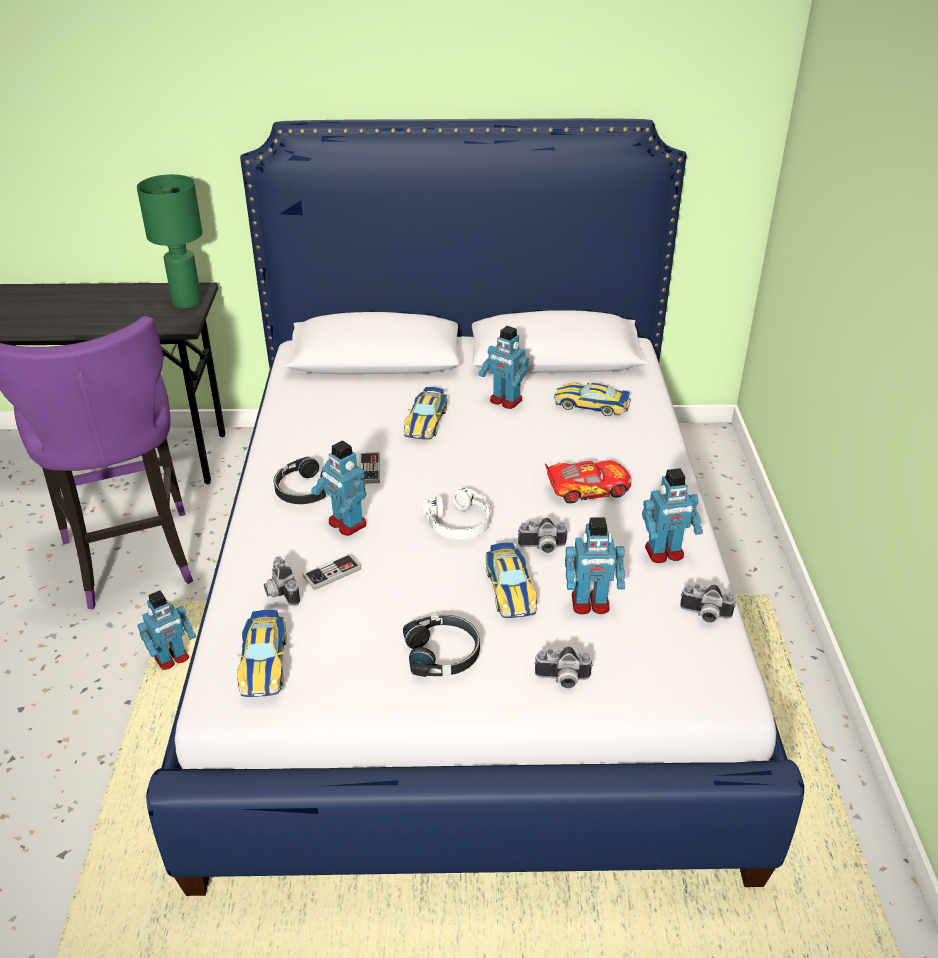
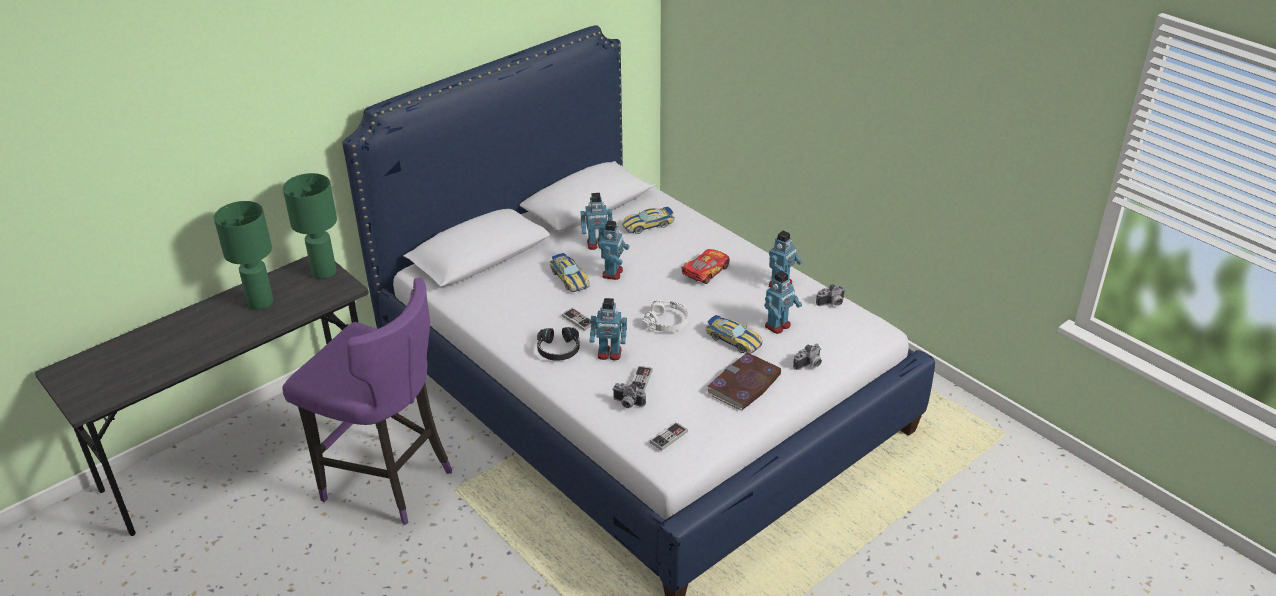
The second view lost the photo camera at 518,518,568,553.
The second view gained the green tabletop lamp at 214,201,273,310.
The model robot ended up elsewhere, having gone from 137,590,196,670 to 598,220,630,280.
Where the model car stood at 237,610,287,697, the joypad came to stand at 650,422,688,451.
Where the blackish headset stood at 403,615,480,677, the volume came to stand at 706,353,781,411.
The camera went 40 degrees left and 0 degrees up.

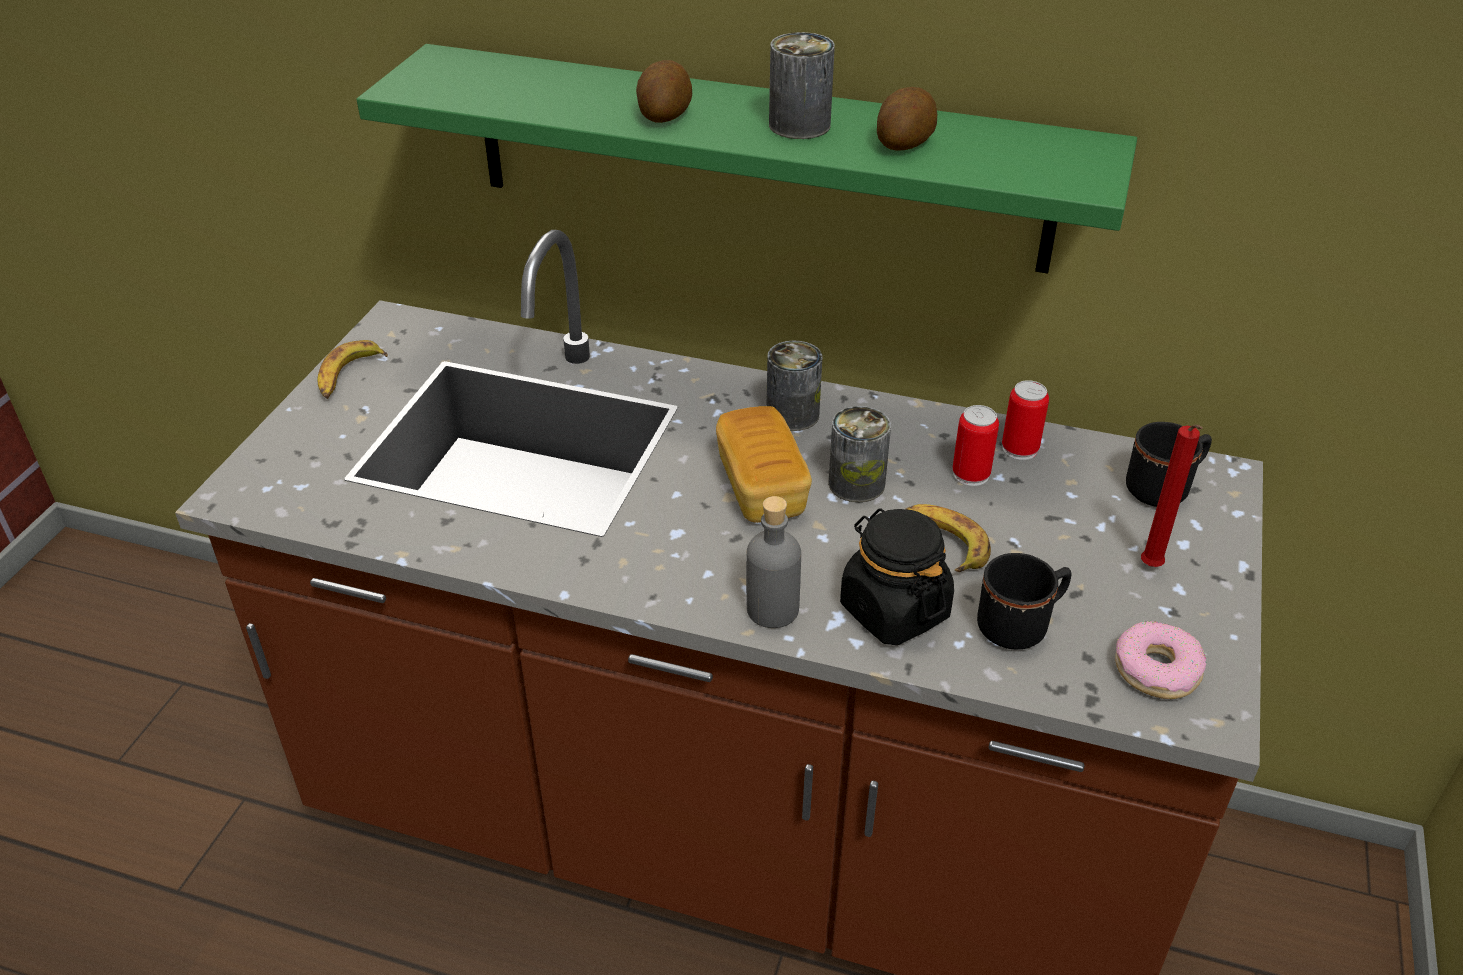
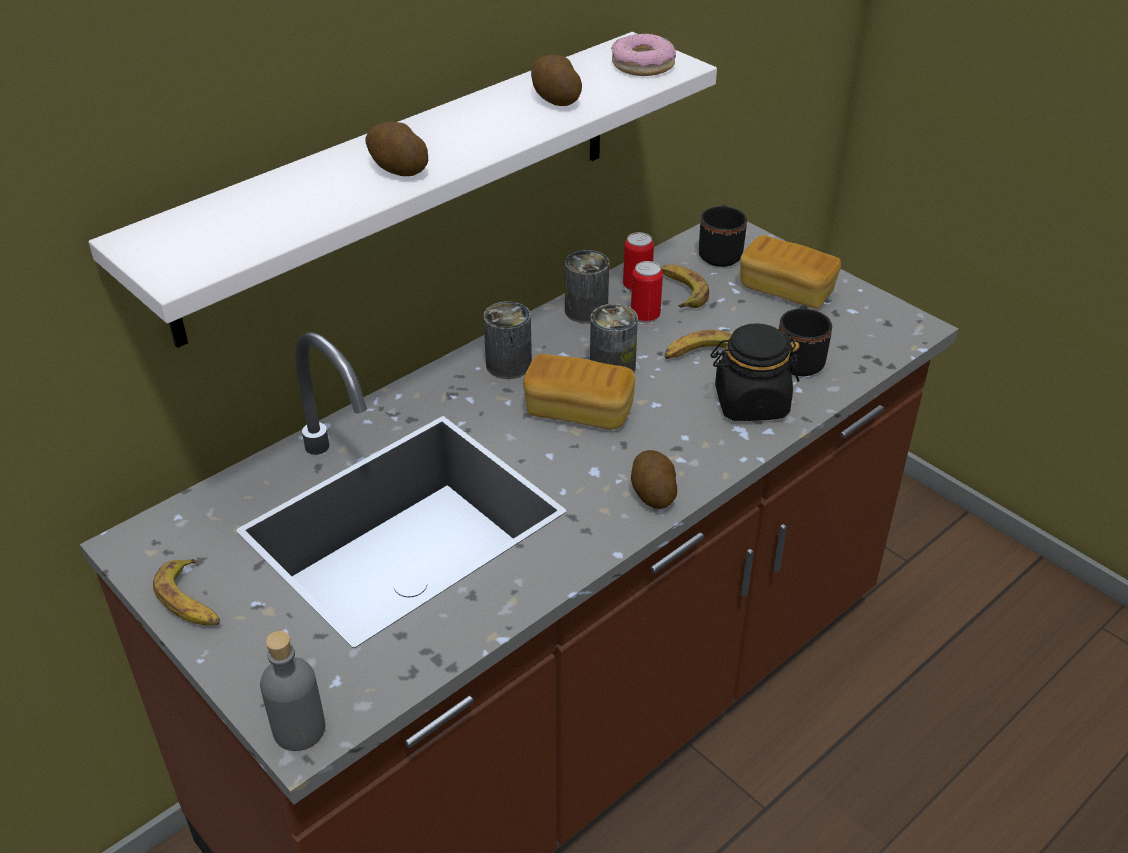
The second view gained the spud at 631,450,677,509.
The second view gained the banana at 660,265,709,308.
The grey drink bottle ended up elsewhere, having gone from 746,496,801,628 to 260,631,325,751.
The can ended up elsewhere, having gone from 769,32,835,139 to 565,250,609,324.
The doughnut ended up elsewhere, having gone from 1115,621,1206,699 to 611,33,676,76.
Where the red candle stood at 1141,425,1203,567, the bread came to stand at 740,235,841,309.
What was the green bracket shelf at 357,44,1137,274 turned into the whitish bracket shelf at 88,32,717,348.
The camera went 60 degrees left and 0 degrees up.

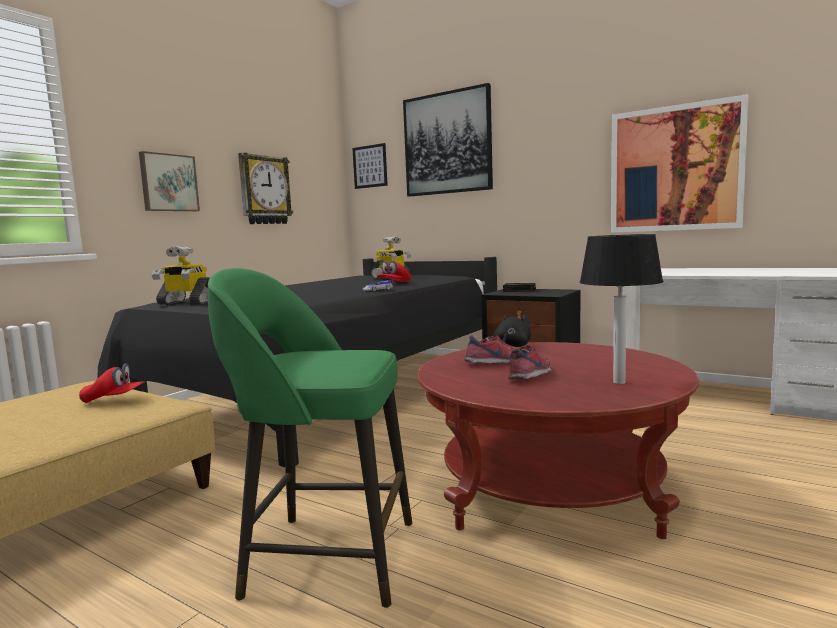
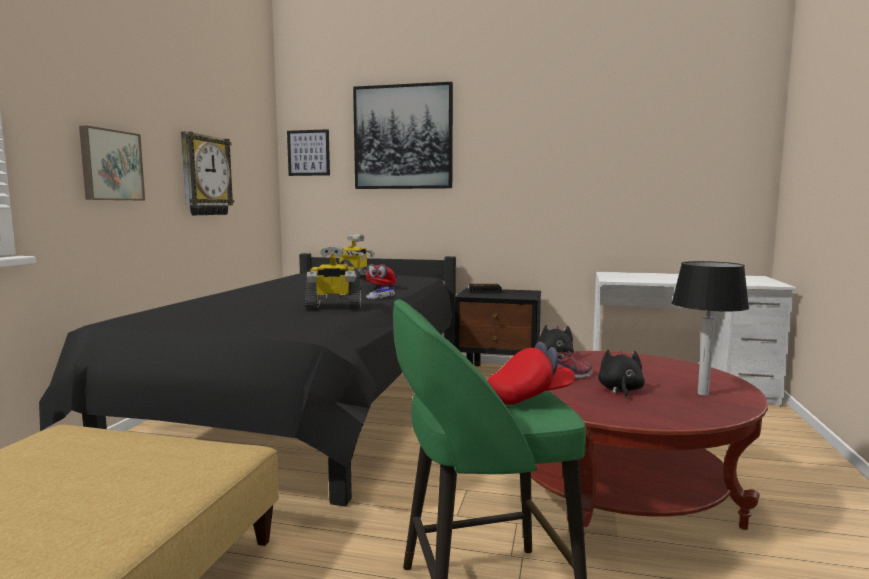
The second view lost the picture at 611,94,748,233.
The red peaked cap ended up elsewhere, having gone from 79,363,145,403 to 488,342,575,405.
The model robot ended up elsewhere, having gone from 151,246,210,305 to 305,246,361,309.
Where the low shoe stood at 508,345,552,379, the blackish plush toy came to stand at 598,350,645,398.
The camera went 20 degrees left and 0 degrees up.

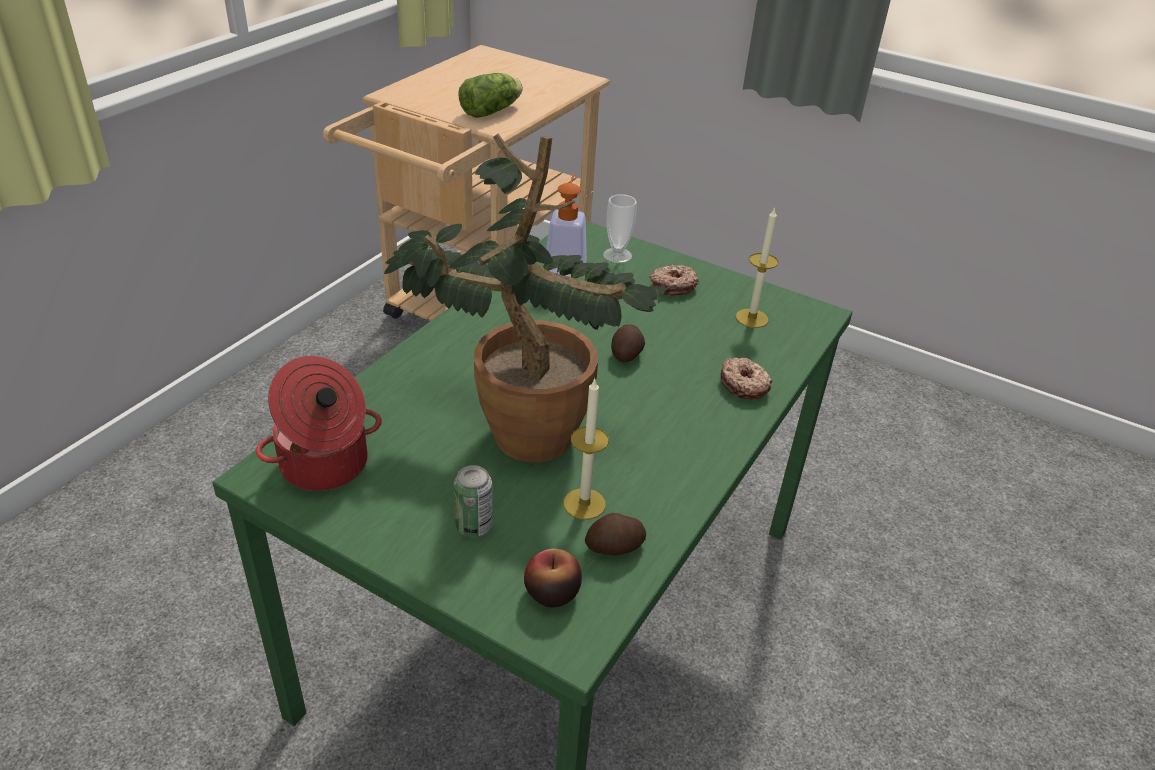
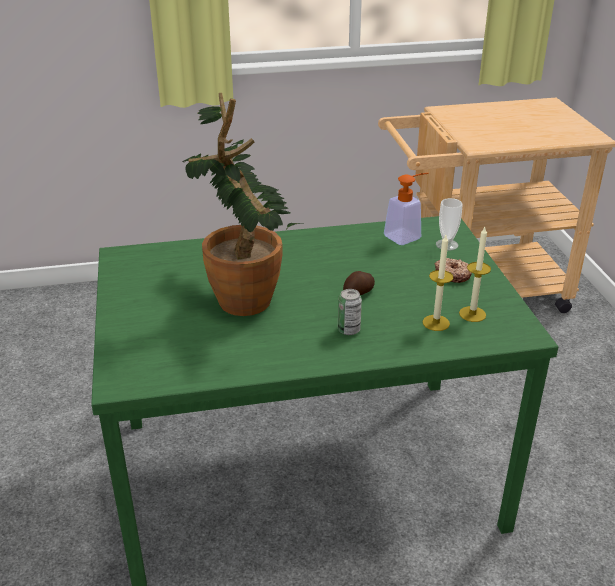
The second view lost the saucepot at 256,356,381,491.
The second view lost the lettuce head at 458,73,523,118.
The second view lost the whole apple at 524,548,582,608.
The second view lost the spud at 585,513,646,556.
The second view lost the doughnut at 721,357,772,400.
The can ended up elsewhere, having gone from 454,465,492,537 to 338,289,362,335.
The candle ended up elsewhere, having gone from 564,377,609,520 to 423,235,453,331.
The camera went 50 degrees right and 5 degrees down.

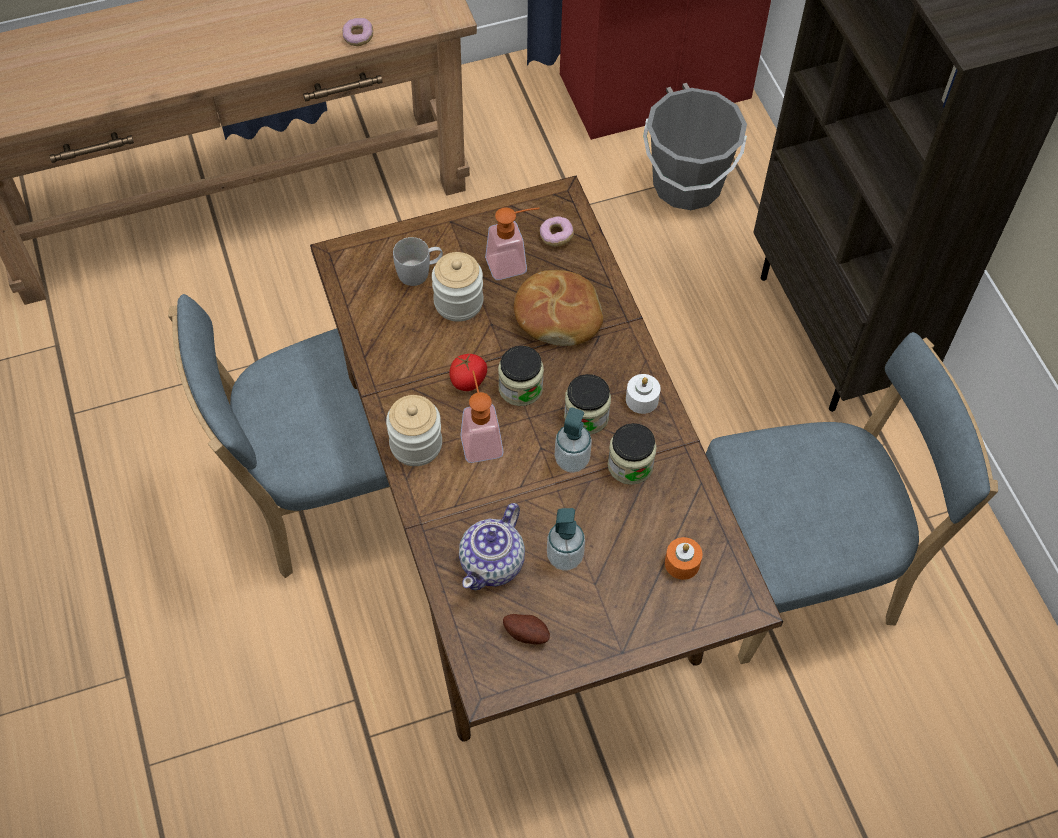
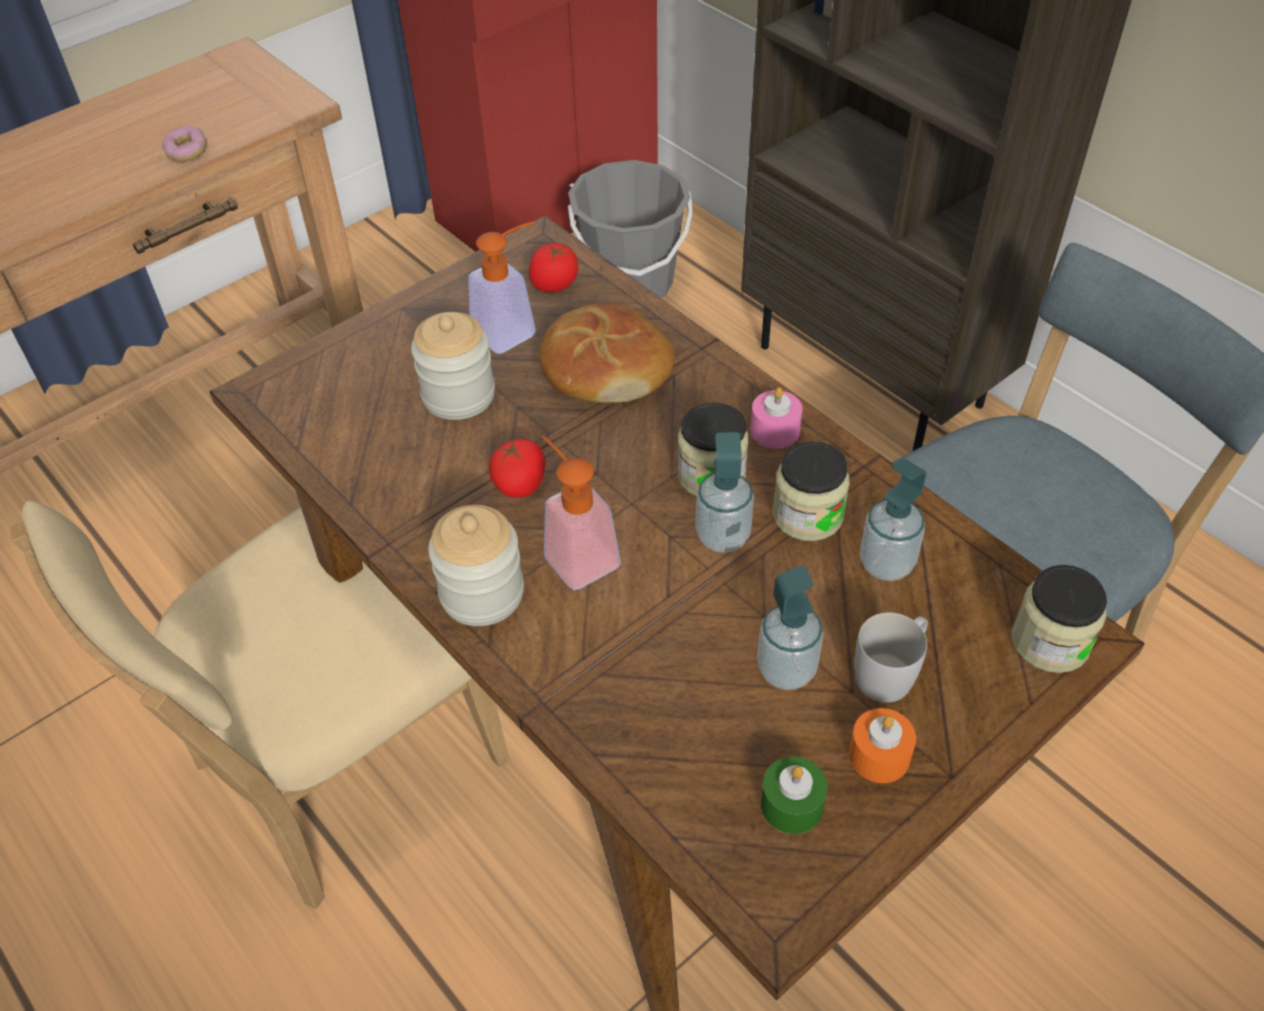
The second view lost the pot for tea at 459,503,525,590.
The second view gained the soap bottle at 860,459,926,581.
The whitish mug ended up elsewhere, having gone from 393,237,443,286 to 855,612,928,703.
The jar ended up elsewhere, having gone from 498,346,544,406 to 1012,565,1107,673.
The orangey candle ended up elsewhere, having gone from 665,537,703,580 to 849,708,916,783.
Where the spud stood at 503,614,550,644, the green candle came to stand at 761,757,828,834.
Where the doughnut stood at 540,216,574,247, the tomato came to stand at 529,243,578,292.
What was the blue chair at 168,294,390,578 turned into the beige chair at 10,500,509,909.
What was the whitish candle at 626,374,661,414 turned into the pink-coloured candle at 750,387,802,449.
The camera went 20 degrees left and 10 degrees down.

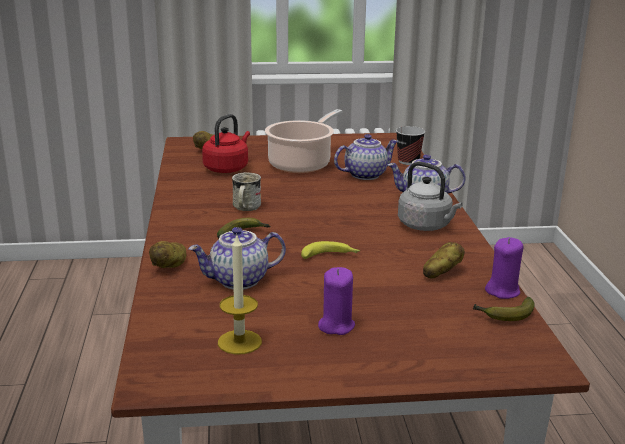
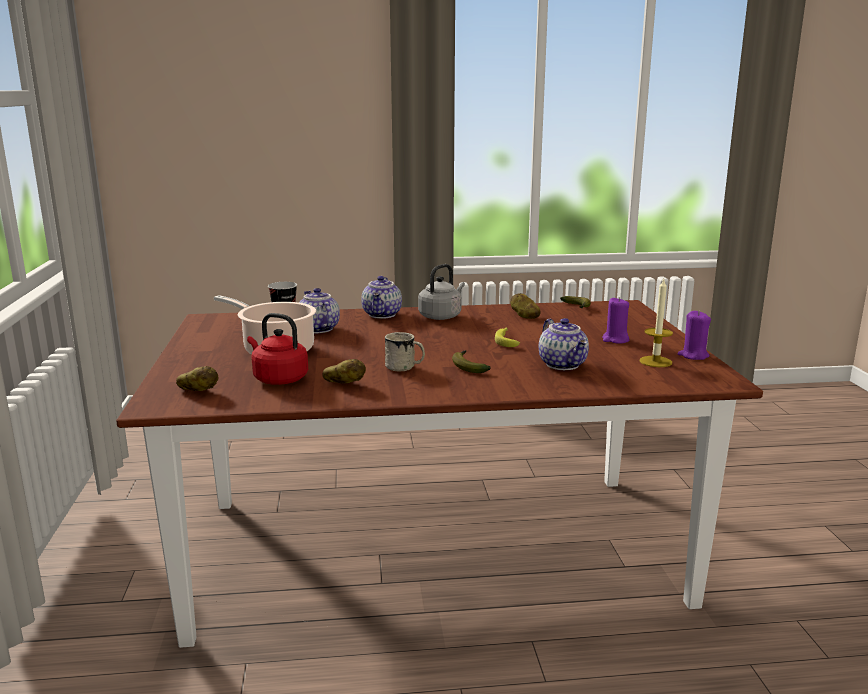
The spud ended up elsewhere, having gone from 149,241,186,268 to 323,359,366,384.
The purple candle ended up elsewhere, having gone from 485,237,523,299 to 678,311,711,360.
The camera went 90 degrees left and 5 degrees down.

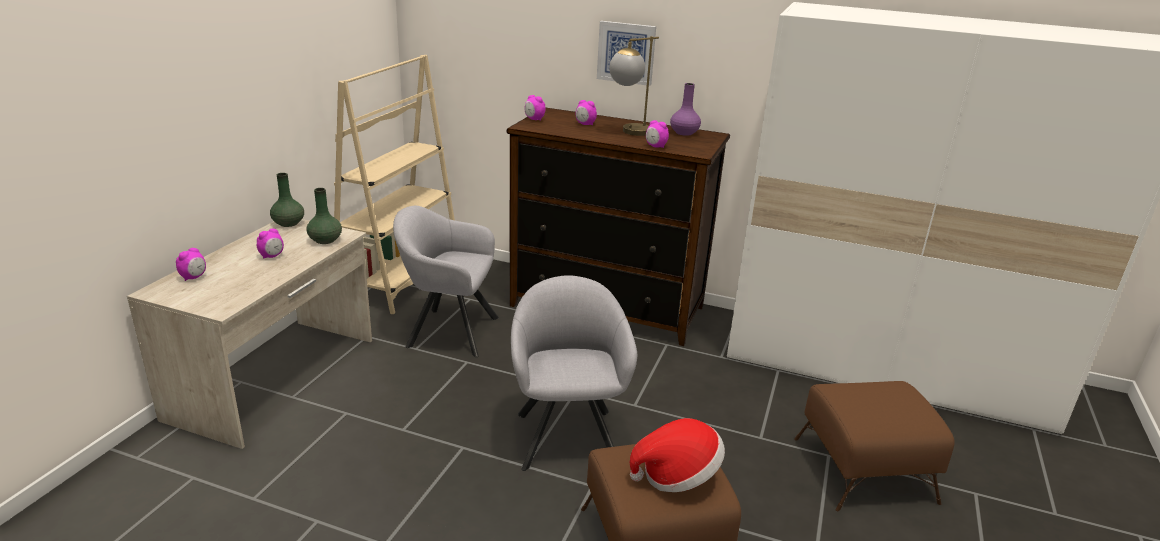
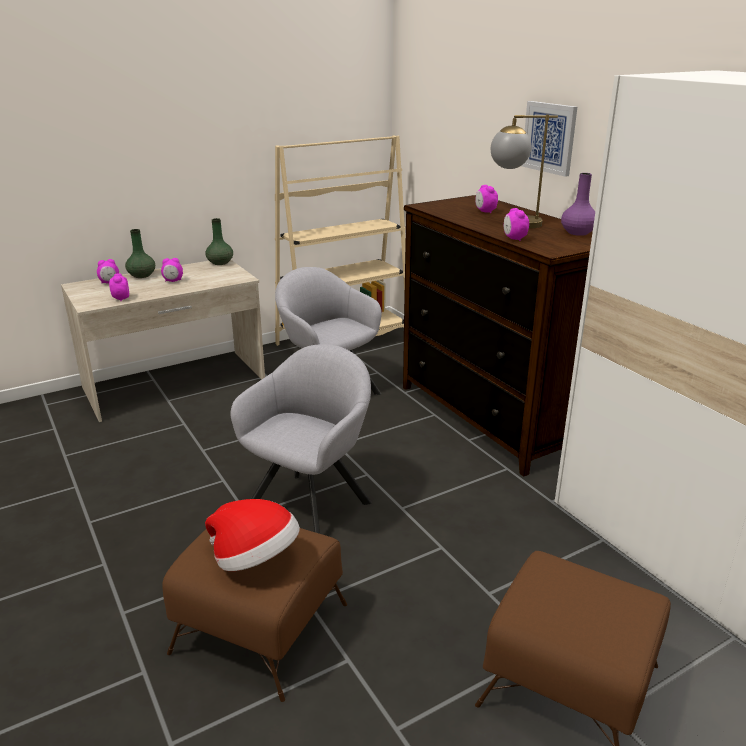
The green decorative vase ended up elsewhere, having gone from 307,188,342,244 to 125,229,155,278.
The alarm clock ended up elsewhere, having gone from 525,95,545,121 to 109,273,129,301.
The camera went 40 degrees right and 0 degrees up.

